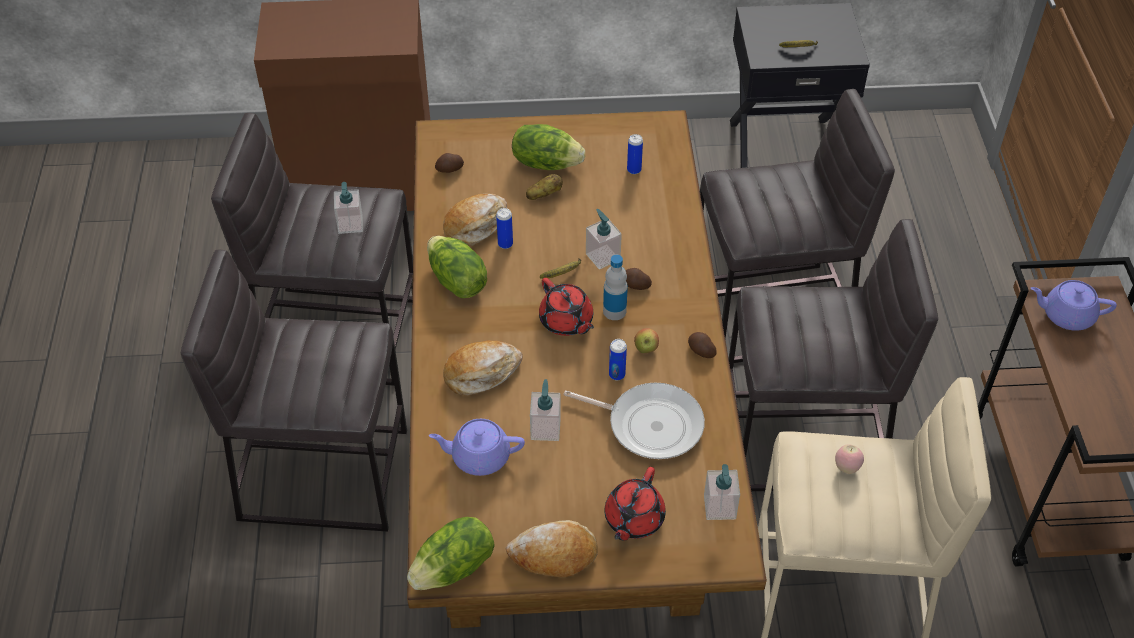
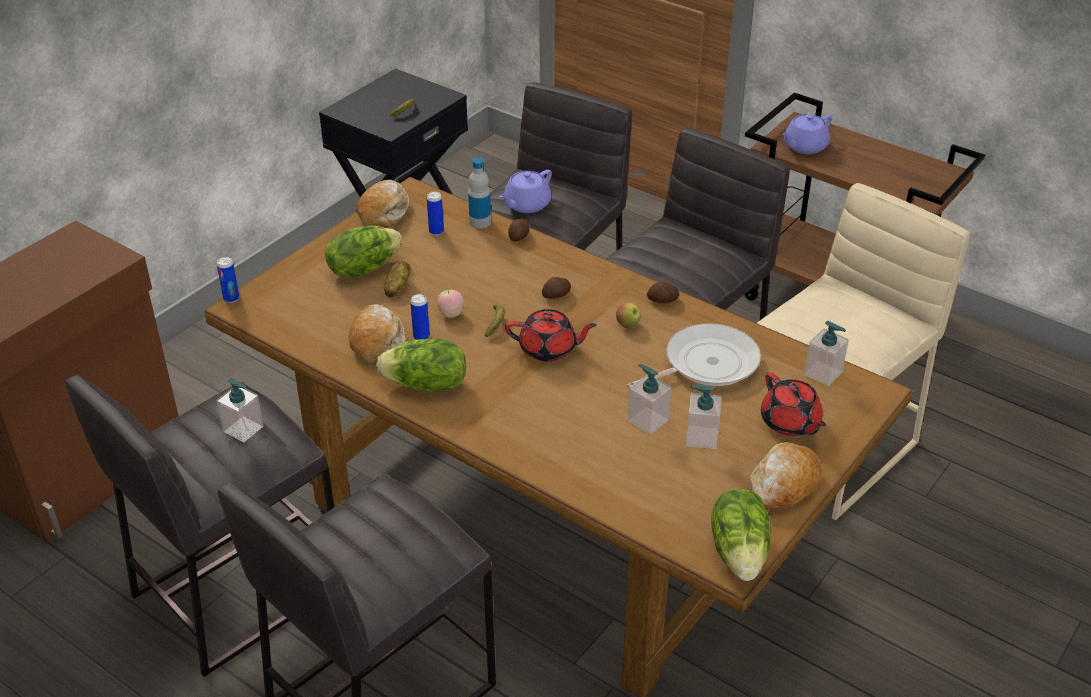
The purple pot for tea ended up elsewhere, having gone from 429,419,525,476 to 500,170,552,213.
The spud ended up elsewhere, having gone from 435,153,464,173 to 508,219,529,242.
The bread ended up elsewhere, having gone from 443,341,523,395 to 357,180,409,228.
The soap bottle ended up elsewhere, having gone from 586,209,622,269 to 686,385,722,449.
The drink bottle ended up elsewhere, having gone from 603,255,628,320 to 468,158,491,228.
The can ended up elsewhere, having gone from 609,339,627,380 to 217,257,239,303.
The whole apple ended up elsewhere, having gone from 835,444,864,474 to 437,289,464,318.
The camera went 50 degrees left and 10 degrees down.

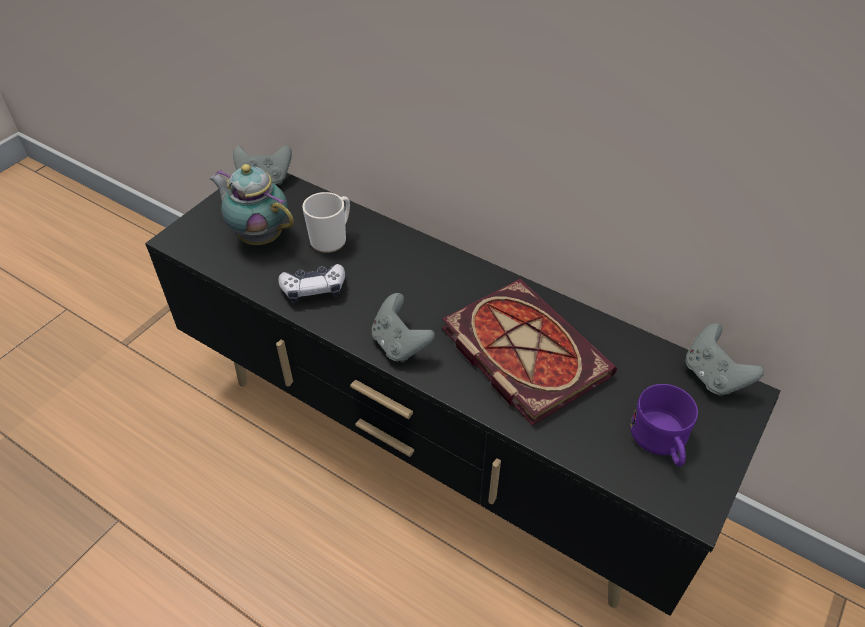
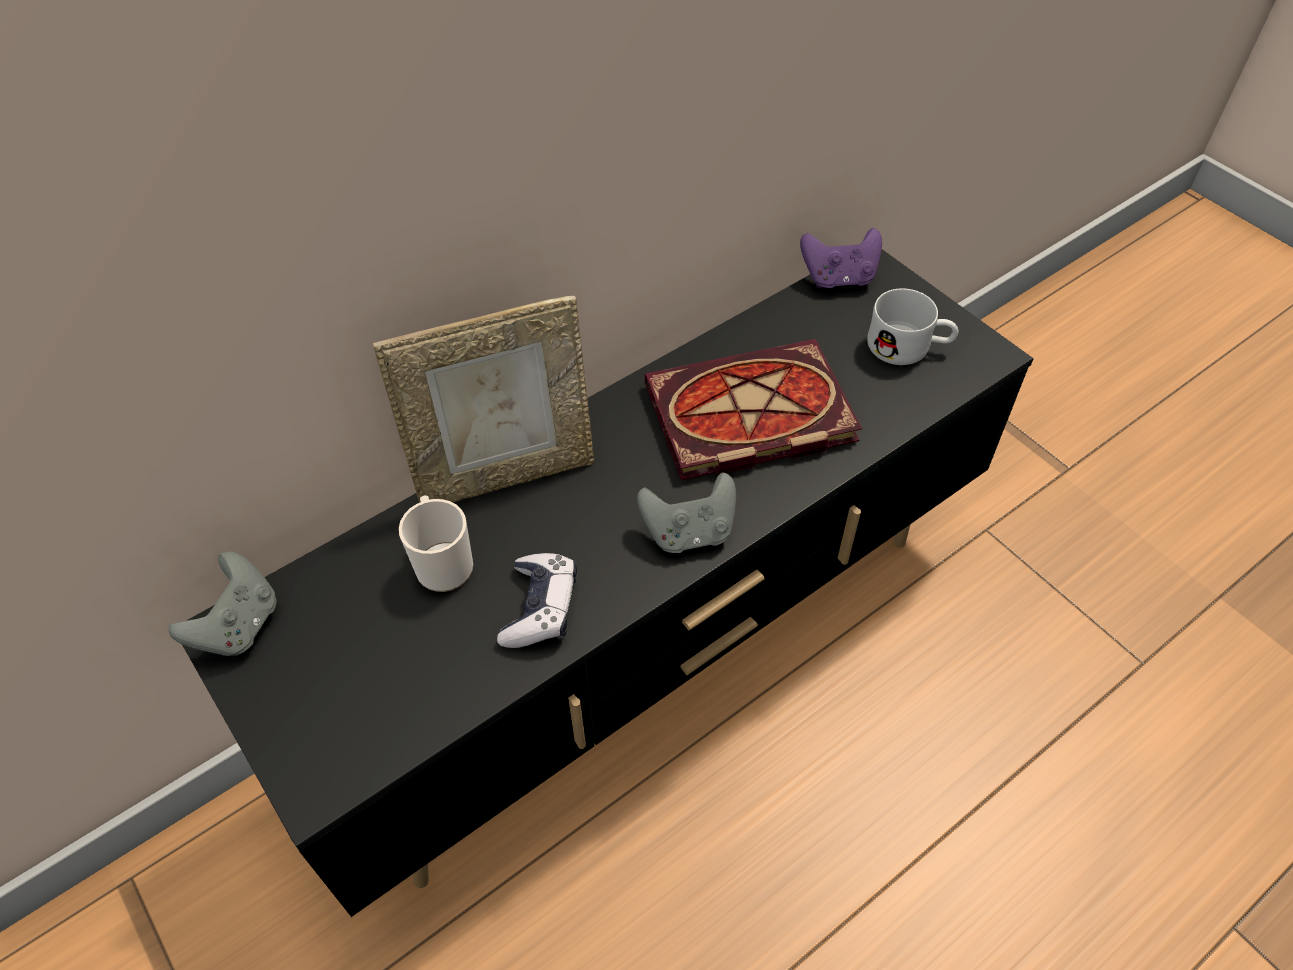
The second view lost the pot for tea at 209,164,294,245.
The second view gained the picture frame at 373,296,594,503.
What was the purple mug at 630,384,698,467 turned into the whitish mug at 867,288,959,365.
What was the grey joypad at 686,323,764,396 turned into the purple joypad at 800,228,882,288.
The camera went 70 degrees left and 5 degrees up.

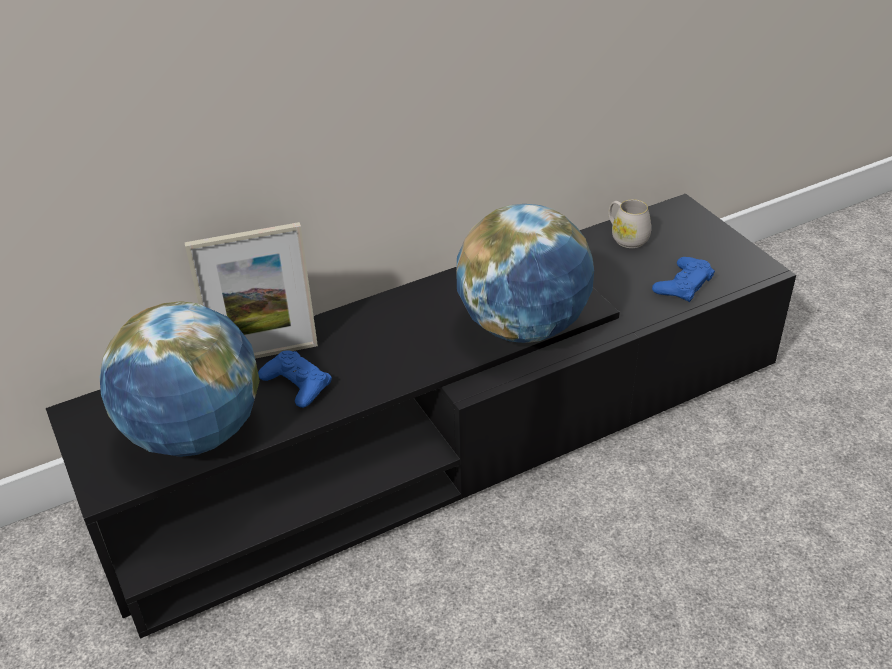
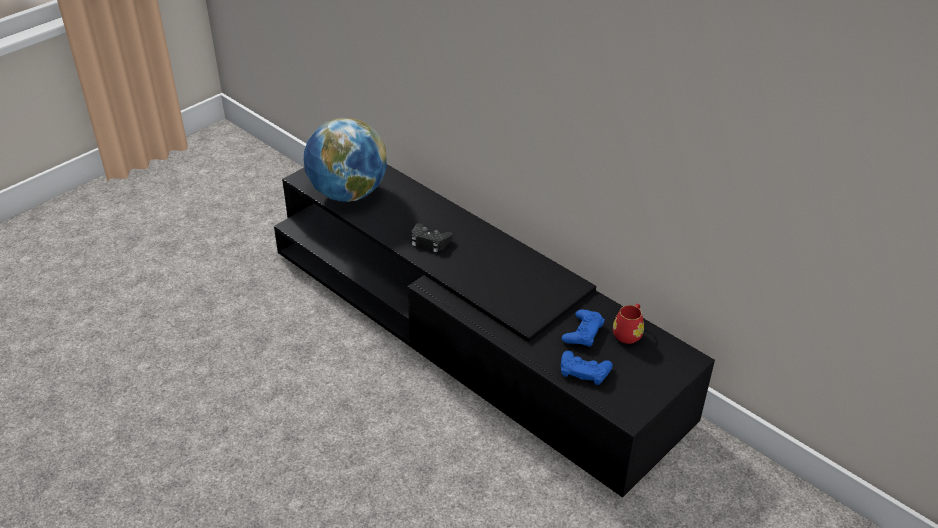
The second view lost the picture frame at 185,222,318,359.
The second view lost the world globe at 456,204,594,343.
The second view gained the blackish joypad at 411,223,452,253.
The blue joypad ended up elsewhere, having gone from 258,351,332,408 to 562,309,605,347.
What was the whitish mug at 608,199,651,248 turned into the red mug at 613,304,644,344.
The camera went 70 degrees right and 0 degrees up.

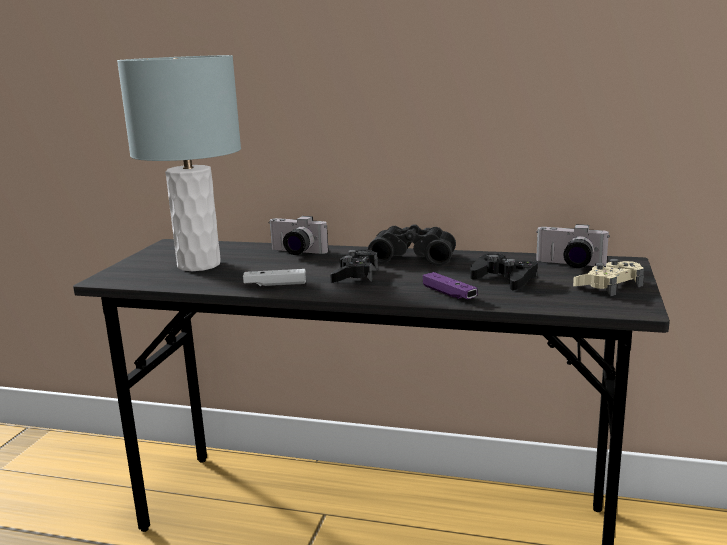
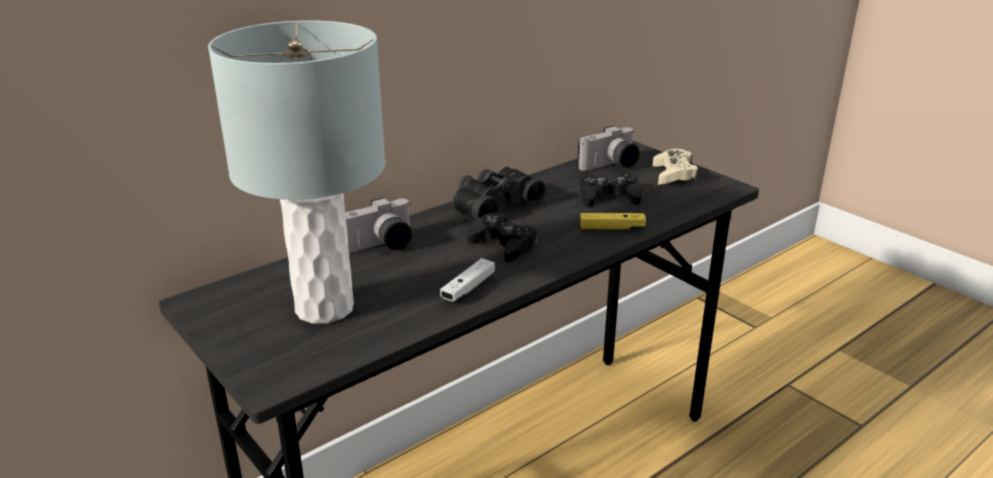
What was the purple joypad at 423,272,477,299 turned into the yellow joypad at 580,213,646,230.
The camera went 55 degrees left and 10 degrees up.

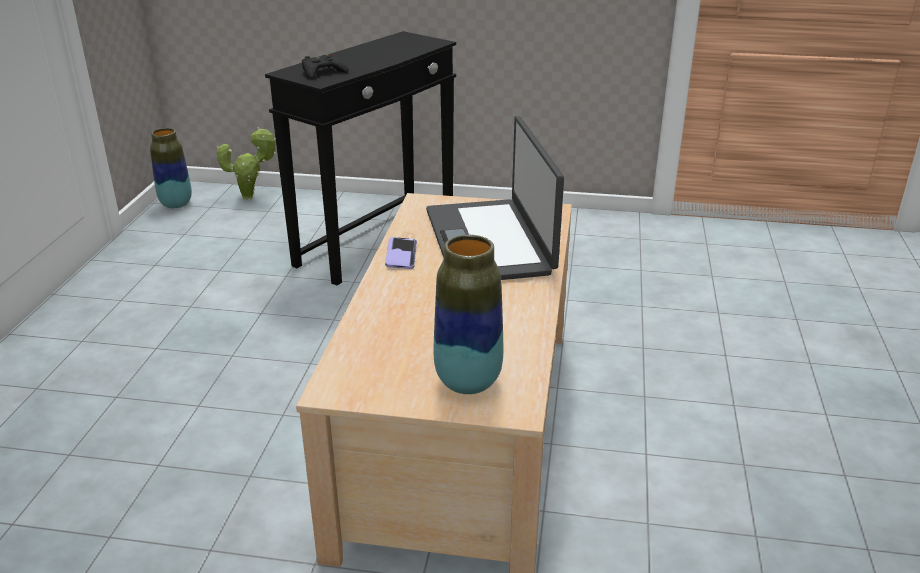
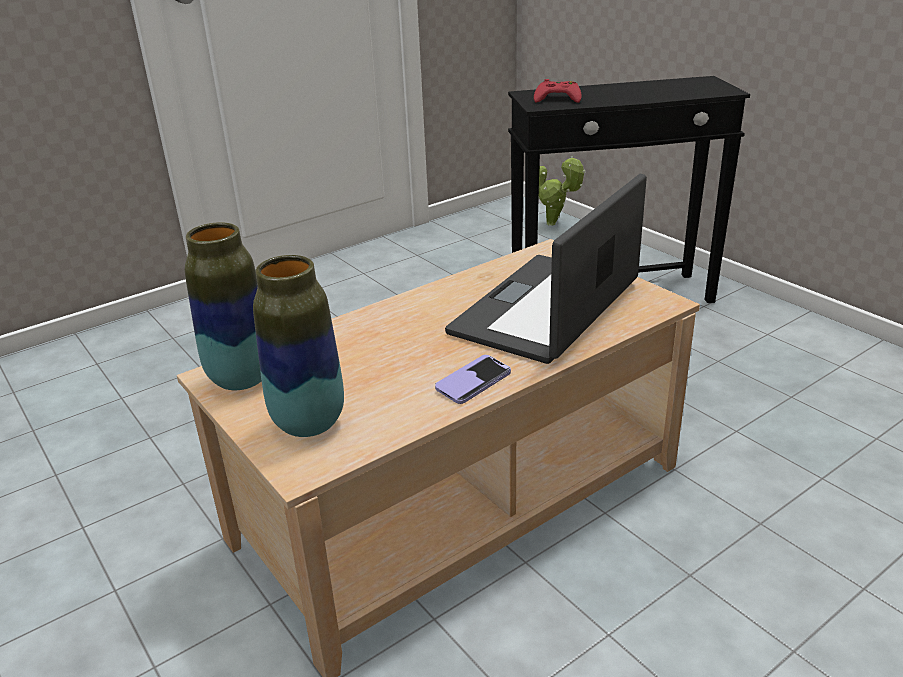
The decorative vase ended up elsewhere, having gone from 150,128,192,208 to 185,222,261,390.
The handset ended up elsewhere, having gone from 385,237,417,269 to 435,355,511,404.
What was the blackish joypad at 302,55,348,79 turned into the red joypad at 534,79,582,103.
The camera went 45 degrees right and 0 degrees up.

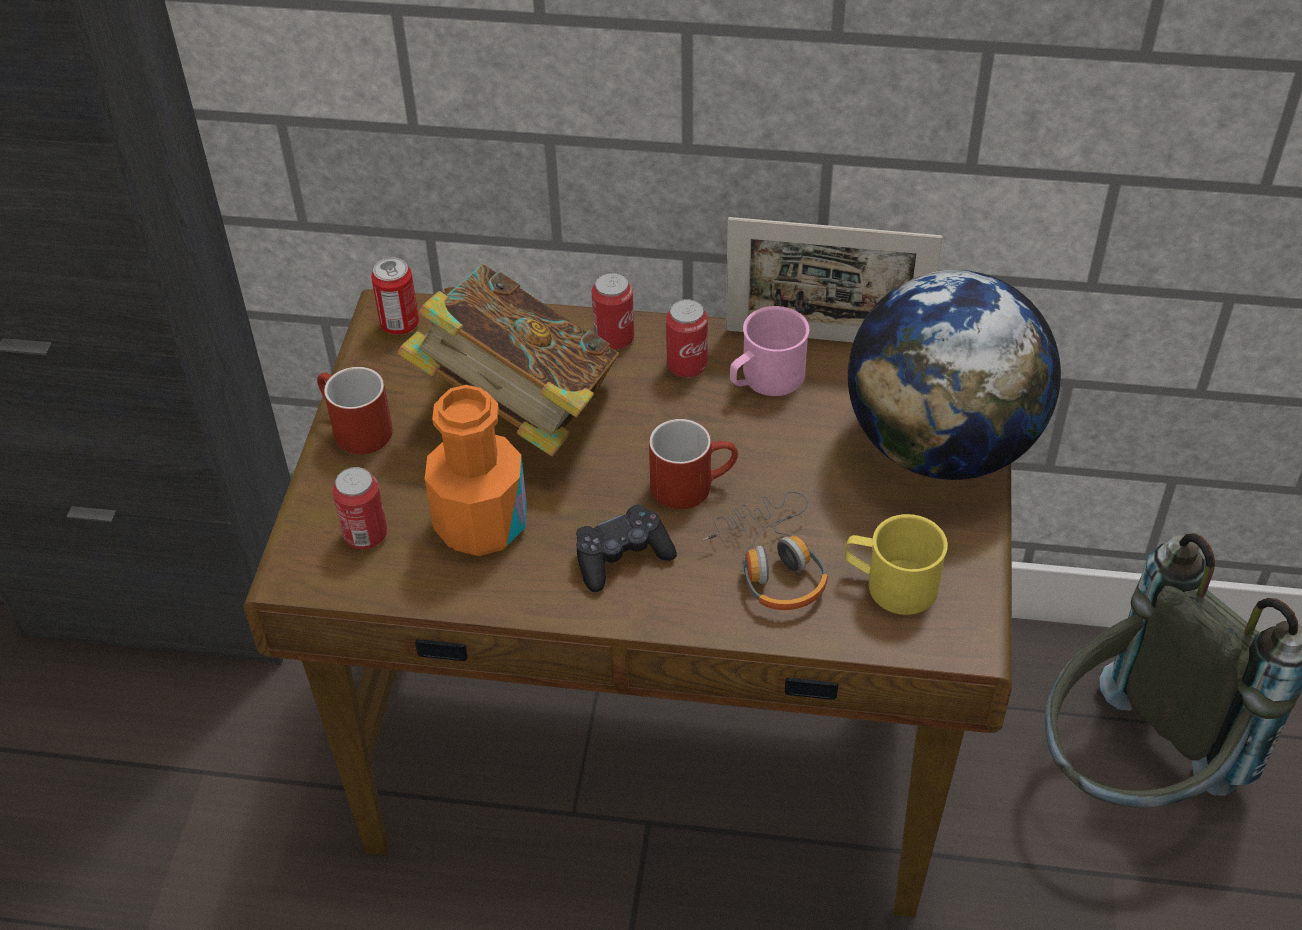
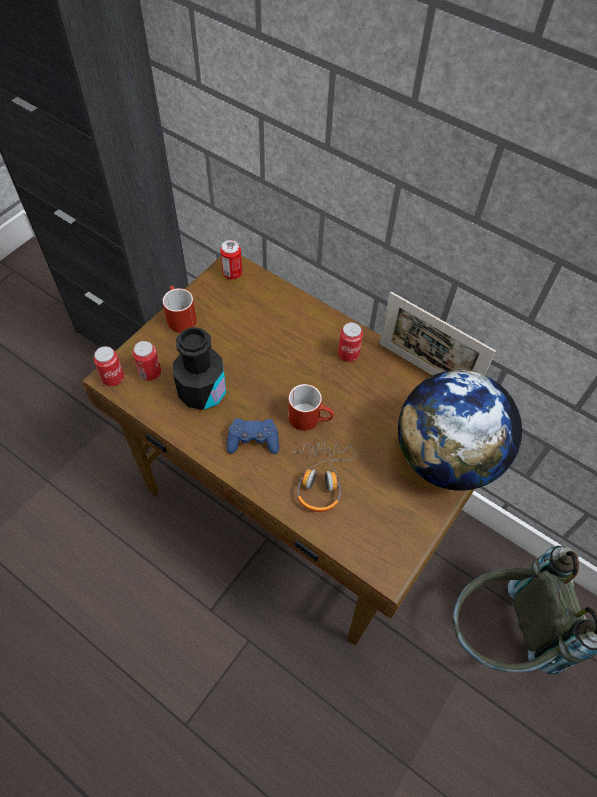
The second view lost the volume at 397,264,619,456.
The second view lost the pink-coloured mug at 730,306,809,396.
The second view lost the yellow mug at 845,514,948,615.
The can ended up elsewhere, having gone from 592,272,634,350 to 93,346,124,386.
What was the orangey drink bottle at 425,385,527,556 turned into the blackish drink bottle at 173,327,226,410.
What was the blackish joypad at 576,504,677,592 turned into the blue joypad at 227,418,279,454.
The camera went 25 degrees right and 10 degrees up.

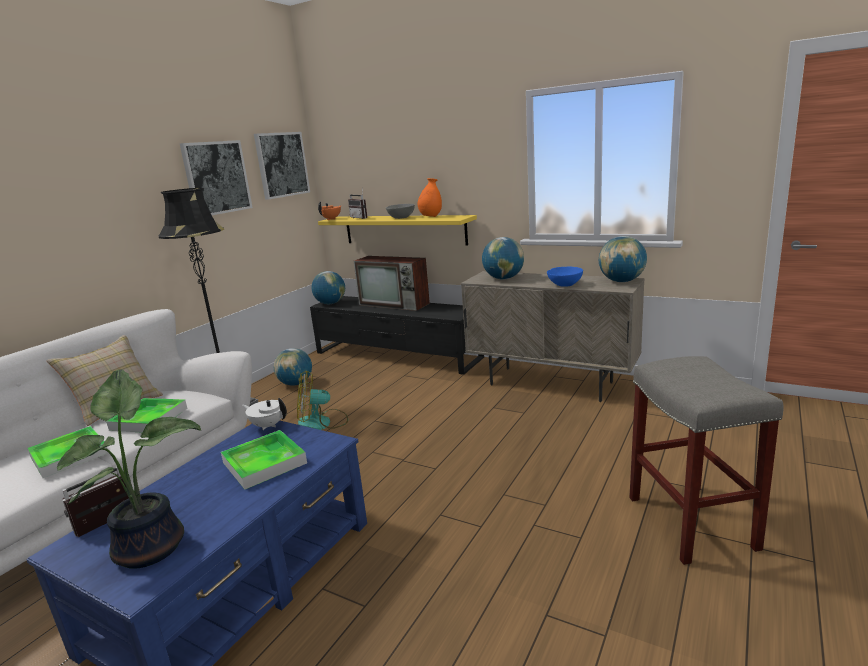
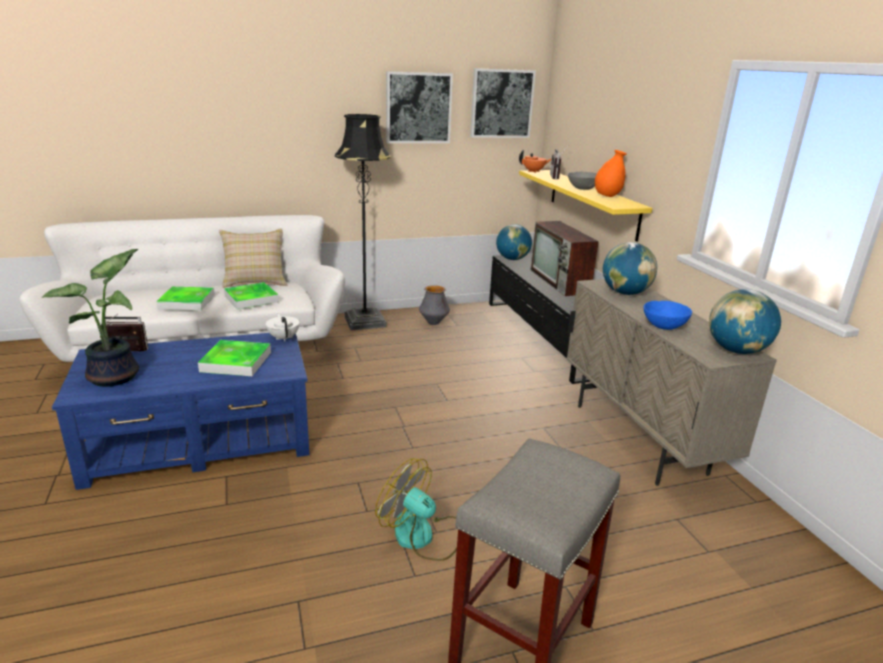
The electric fan ended up elsewhere, having gone from 297,371,348,430 to 375,458,457,561.
Where the world globe stood at 274,348,312,386, the decorative vase came to stand at 419,285,450,325.
The camera went 40 degrees right and 5 degrees up.

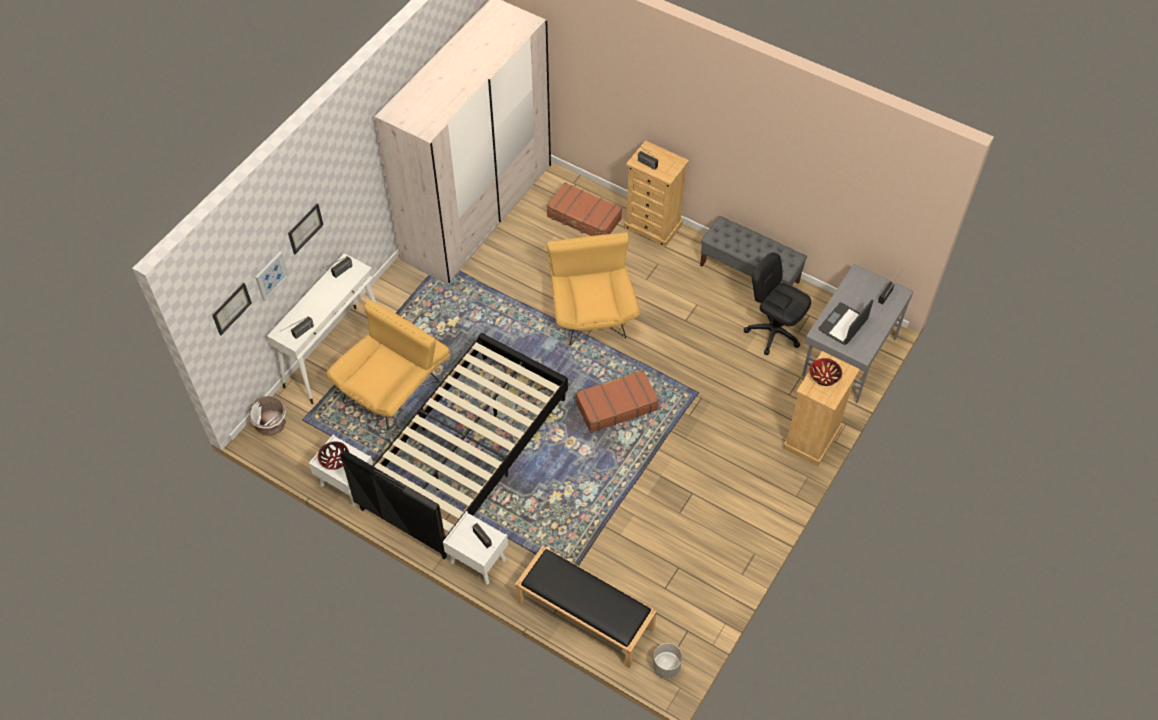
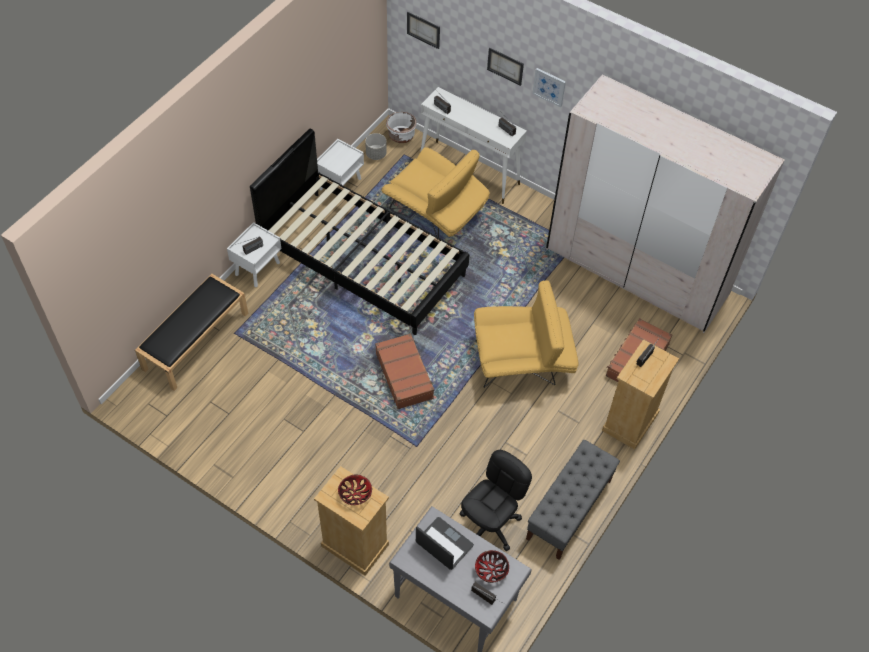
The picture ended up elsewhere, having gone from 255,251,289,301 to 532,68,566,108.
The serving bowl ended up elsewhere, having gone from 318,441,349,470 to 475,550,509,583.
The grey plant pot ended up elsewhere, having gone from 653,643,682,678 to 365,133,387,160.
The camera went 90 degrees right and 0 degrees up.

